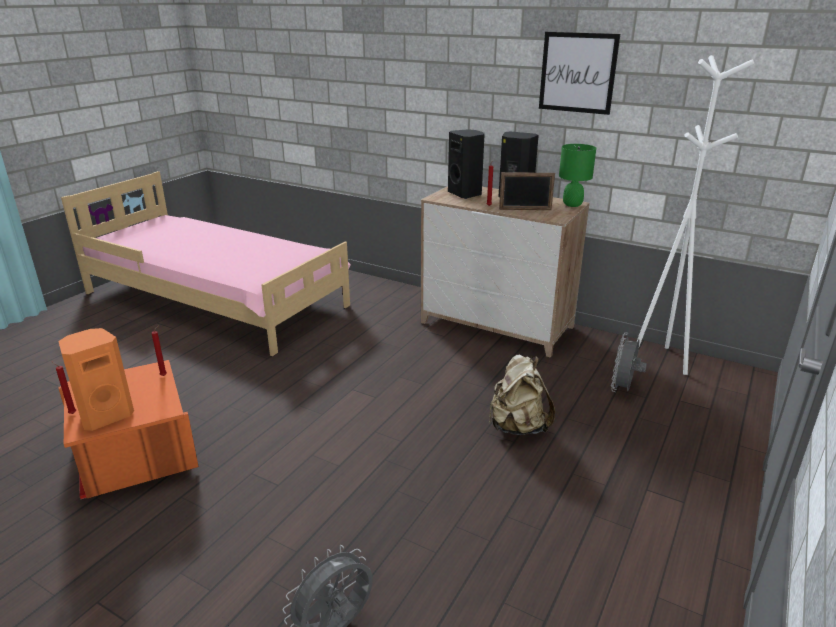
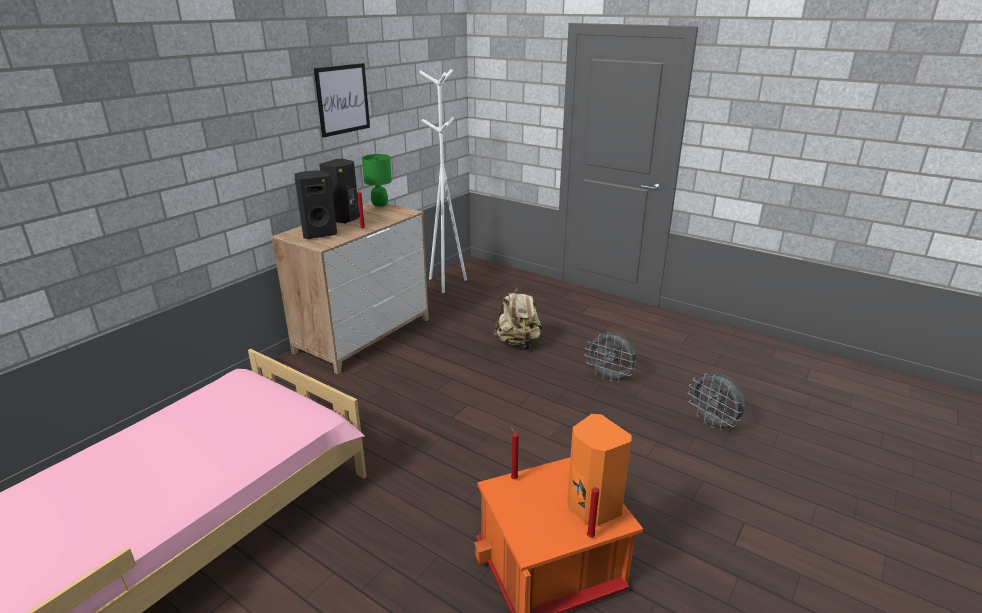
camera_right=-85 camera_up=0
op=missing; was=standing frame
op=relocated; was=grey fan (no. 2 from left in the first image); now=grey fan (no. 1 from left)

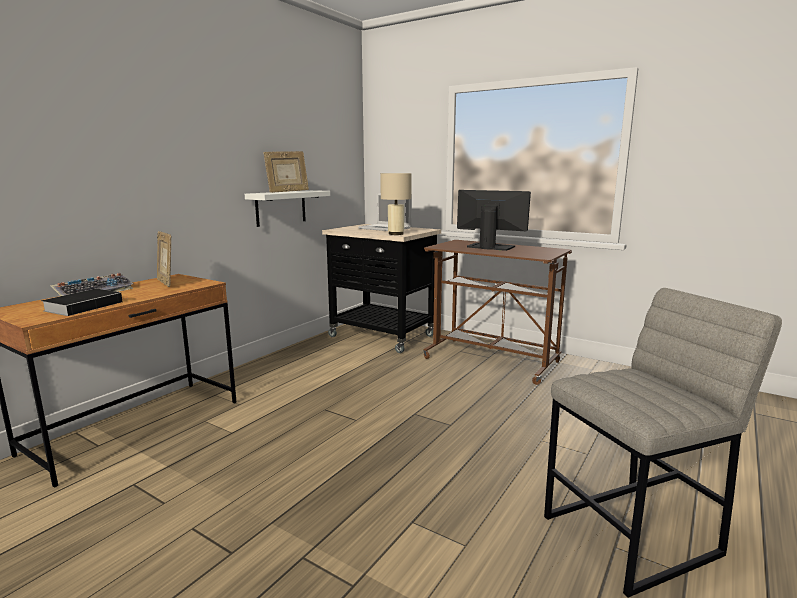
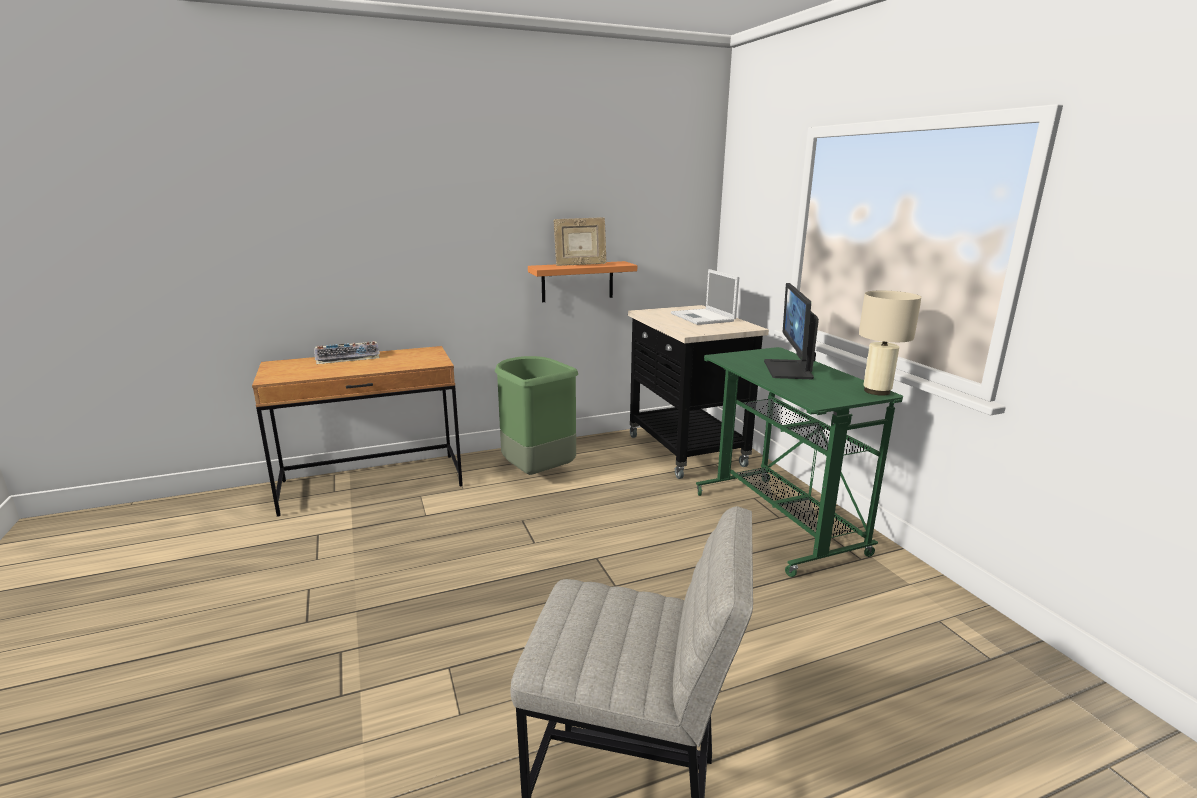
camera_right=35 camera_up=5
op=missing; was=volume
op=missing; was=standing frame (no. 1 from left)
op=colour; was=white-coloured shelf; now=orange-coloured shelf
op=relocated; was=beige table lamp
op=colour; was=brown-coloured desk table (no. 2 from left); now=green-coloured desk table
op=spun; was=monitor; clockwise=-150
op=appeared; now=green-coloured trash can

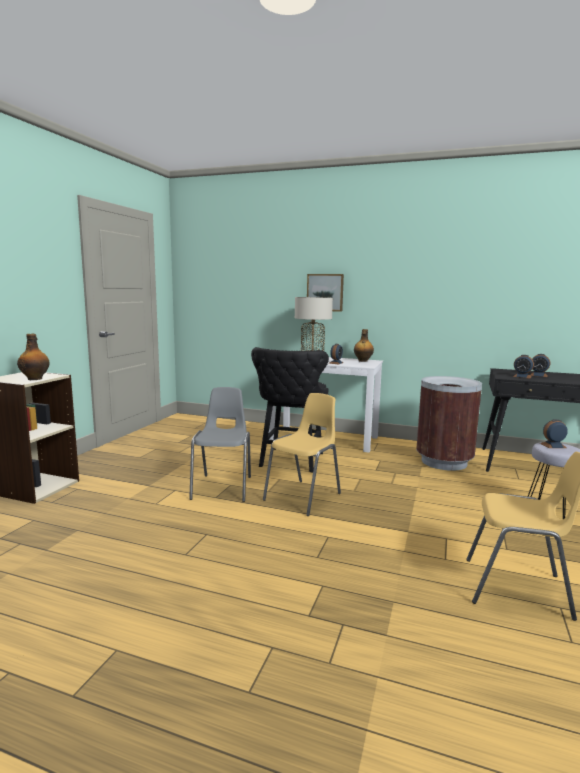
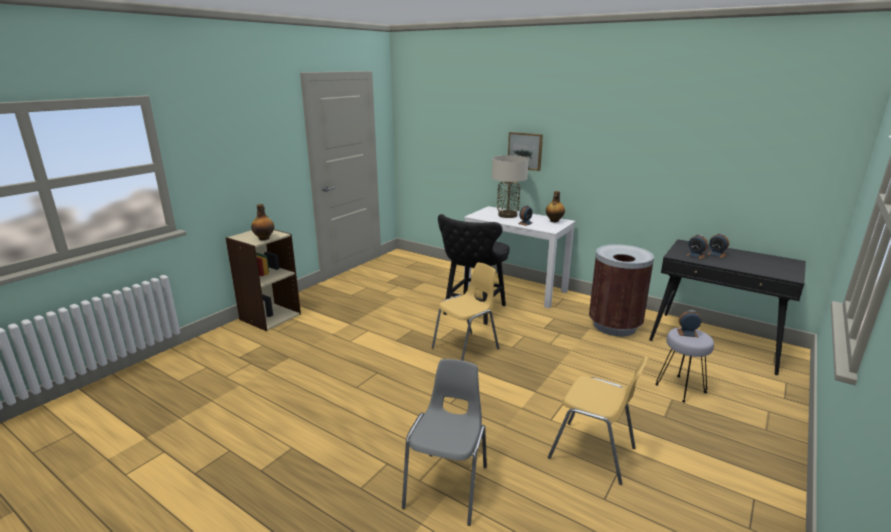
camera_right=15 camera_up=10
op=relocated; was=grey chair

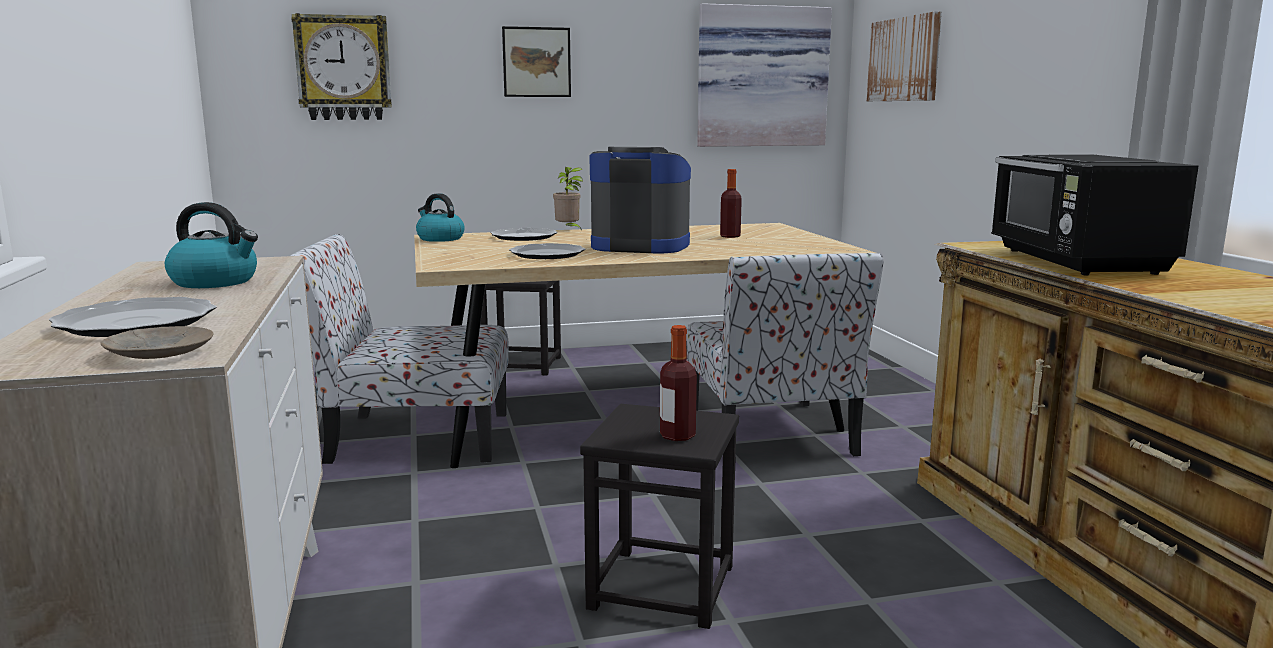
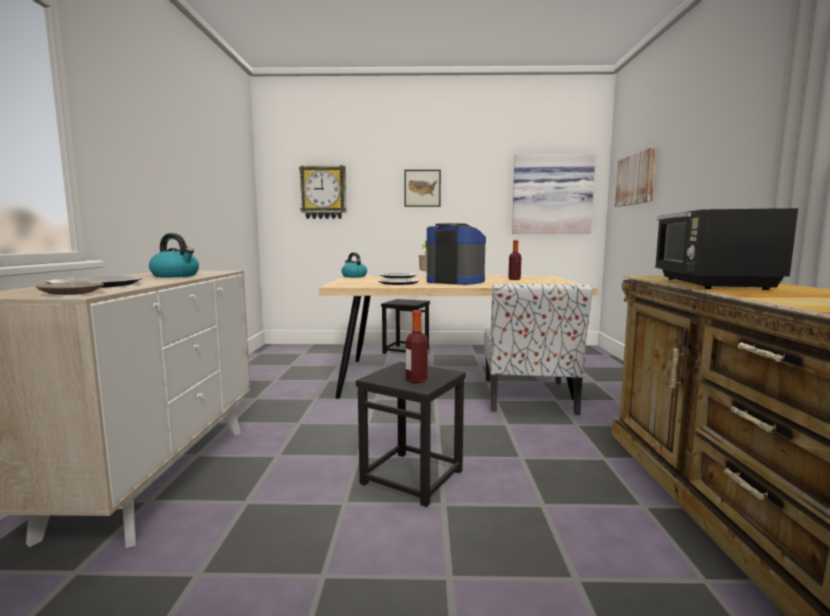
camera_right=15 camera_up=-5
op=missing; was=chair (no. 1 from left)

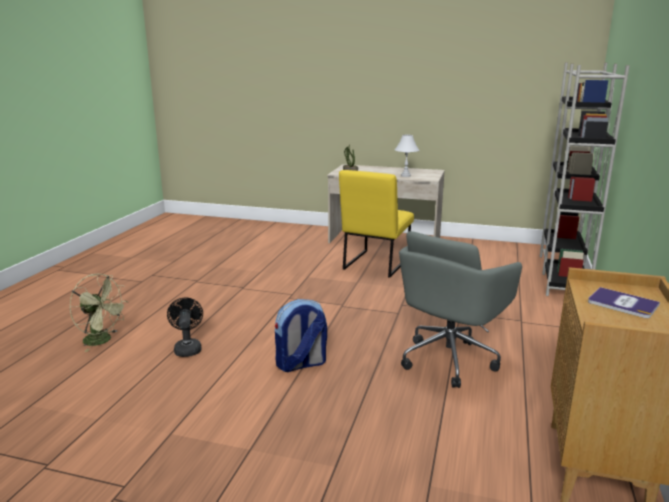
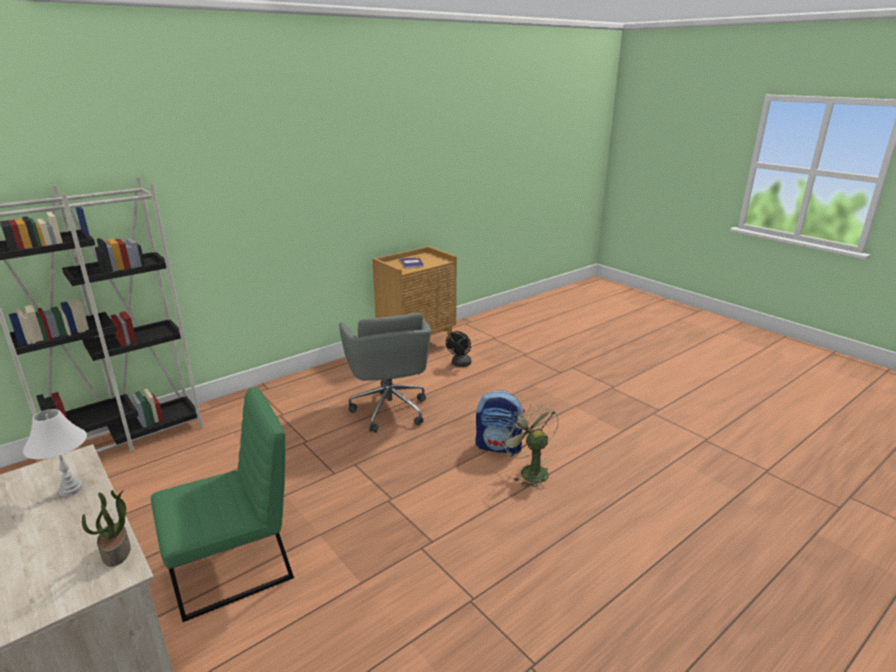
camera_right=-145 camera_up=5
op=relocated; was=green-coloured fan
op=relocated; was=black-coloured fan
op=colour; was=yellow-coloured chair; now=green-coloured chair
op=spun; was=grey desk chair; clockwise=90

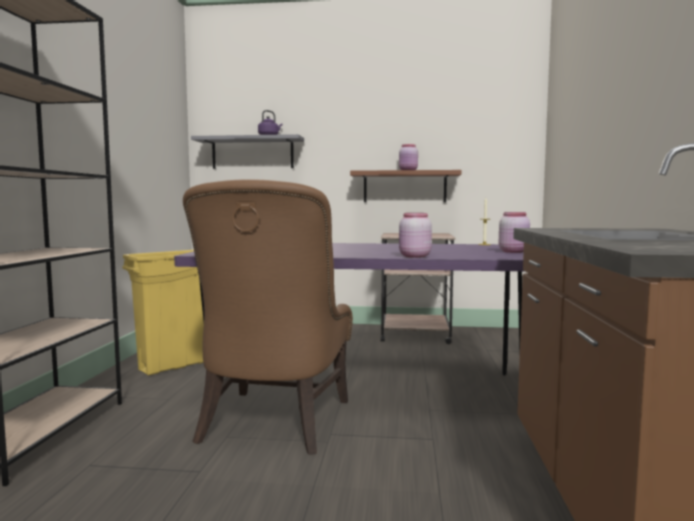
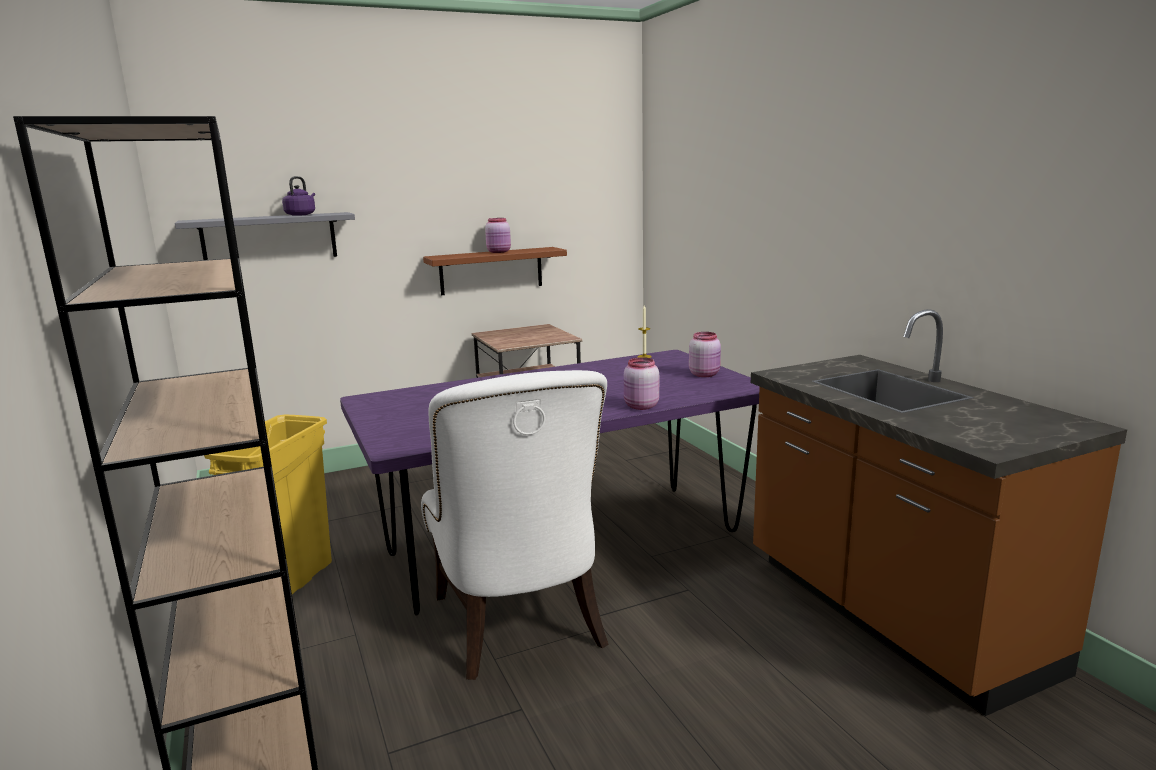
camera_right=-30 camera_up=10
op=colour; was=brown-coloured chair; now=white-coloured chair

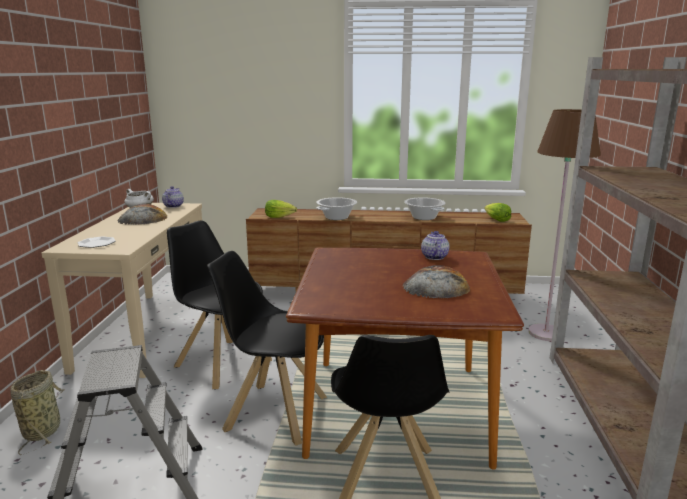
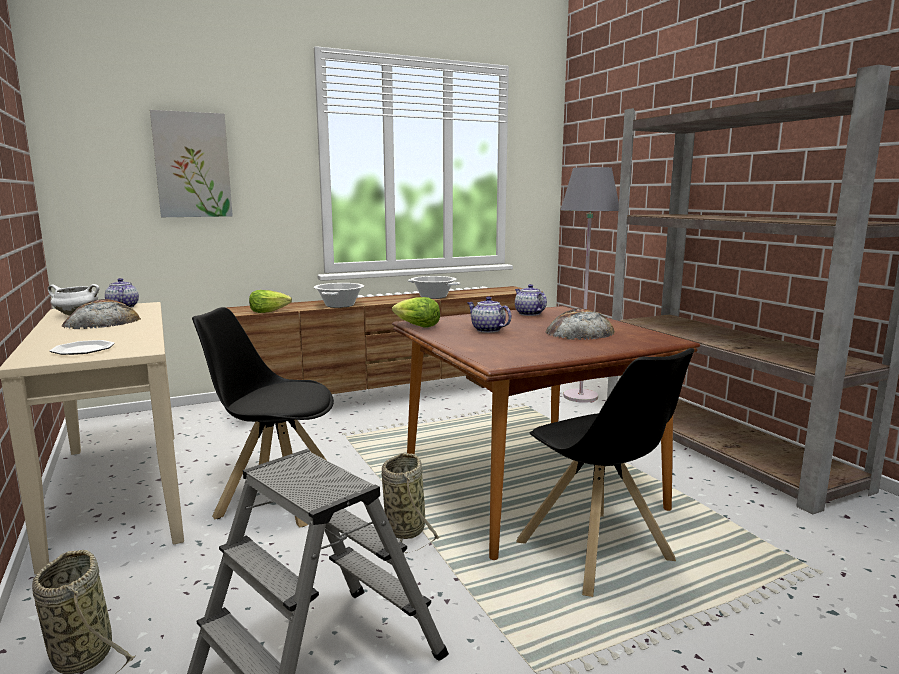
camera_right=-30 camera_up=-5
op=exchanged; was=black-coloured chair (no. 2 from left); now=storage basket (no. 2 from left)
op=relocated; was=head of lettuce (no. 2 from left)
op=colour; was=brown-coloured floor lamp; now=grey floor lamp
op=appeared; now=wall picture
op=appeared; now=tea pot (no. 2 from left)

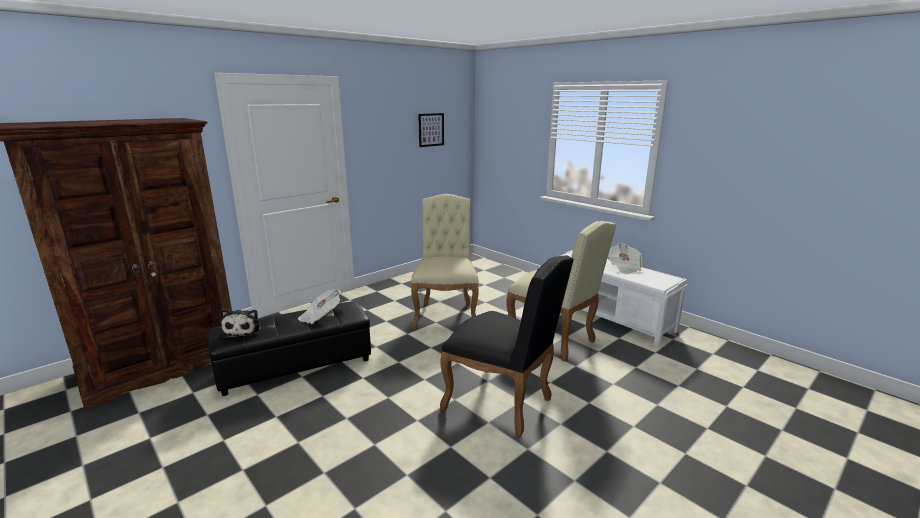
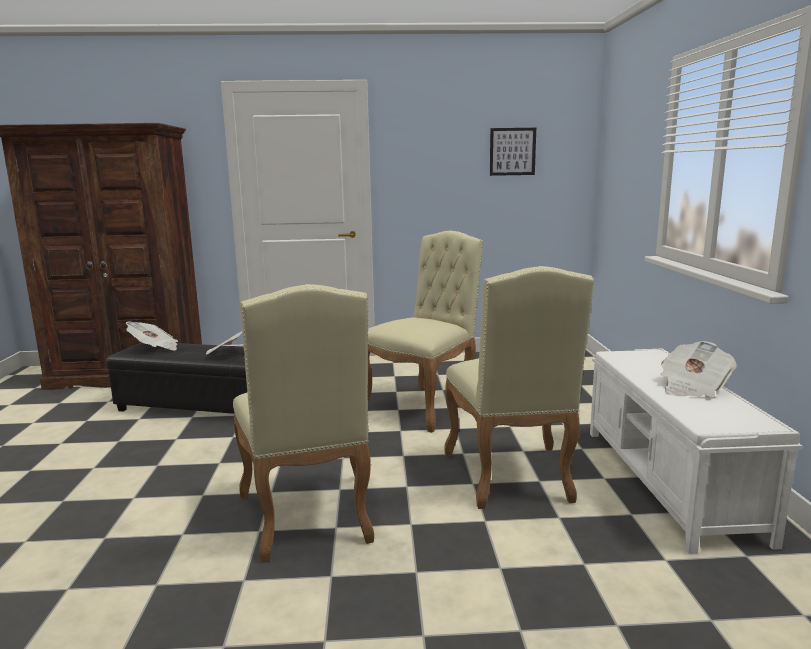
camera_right=40 camera_up=-5
op=exchanged; was=soft toy; now=newspaper (no. 1 from left)
op=colour; was=black-coloured chair; now=beige chair (no. 1 from left)

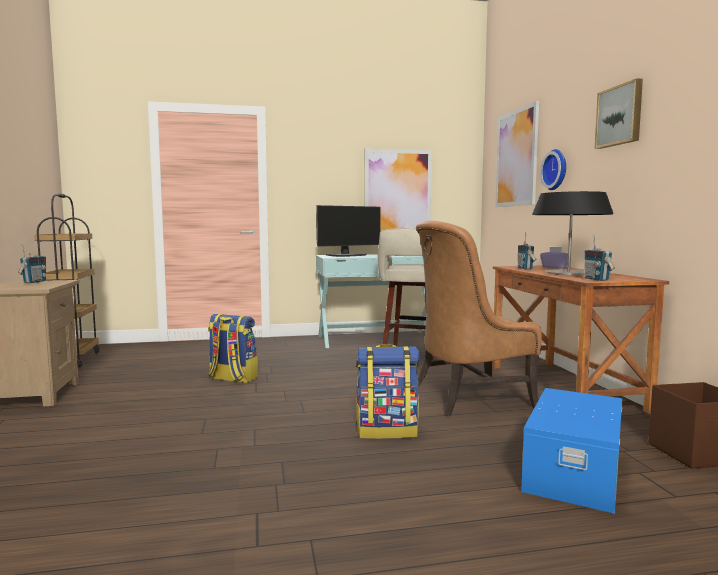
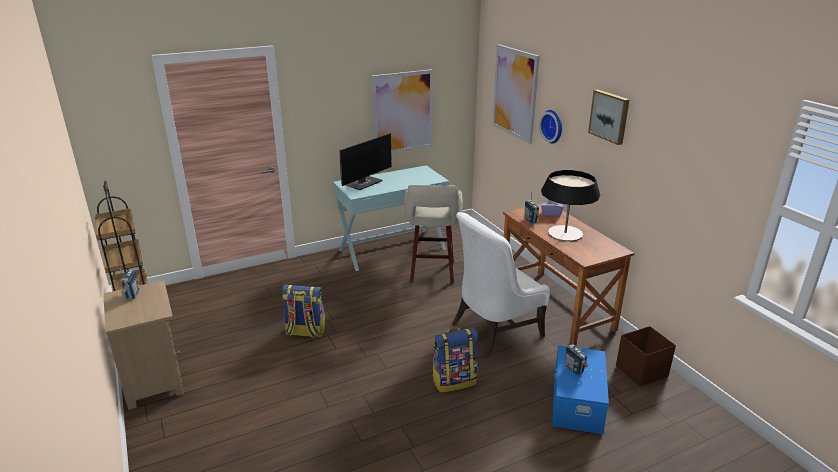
camera_right=-15 camera_up=20
op=colour; was=brown-coloured chair; now=white-coloured chair
op=relocated; was=radio (no. 3 from left)

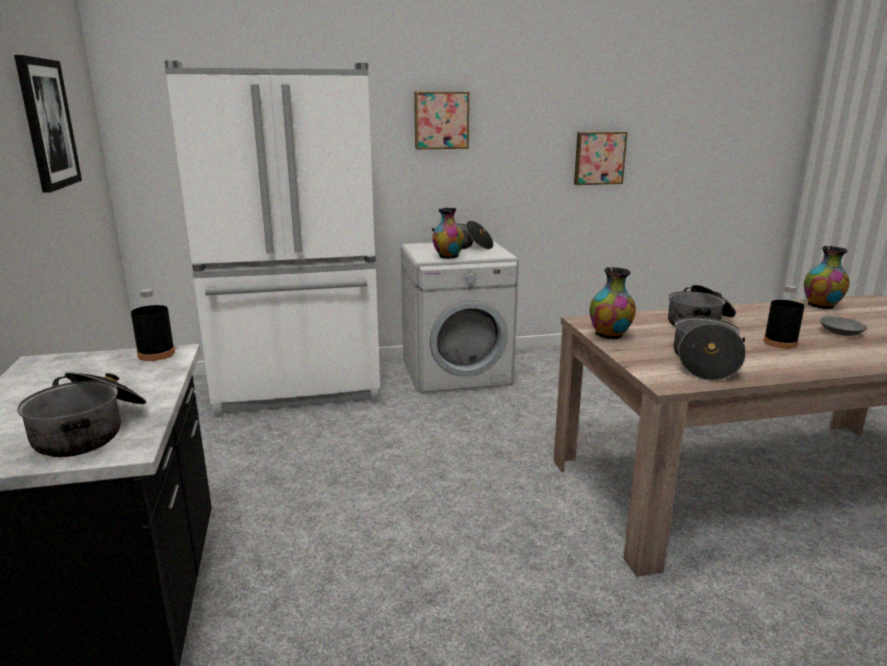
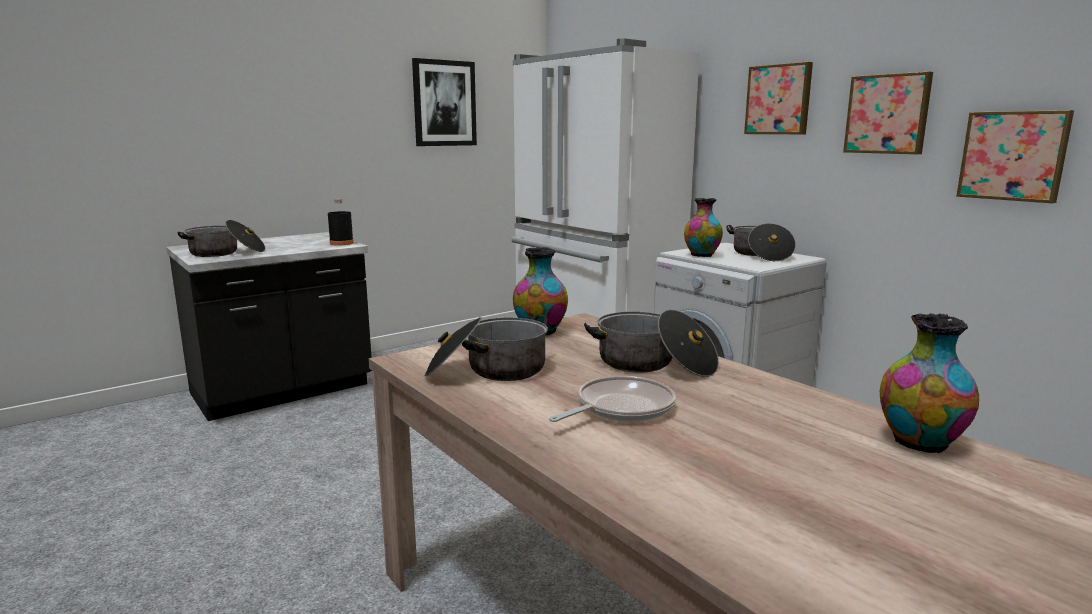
camera_right=65 camera_up=-5
op=exchanged; was=black-coloured drink bottle (no. 2 from left); now=pan
op=missing; was=grey bowl
op=appeared; now=wall picture (no. 3 from left)

